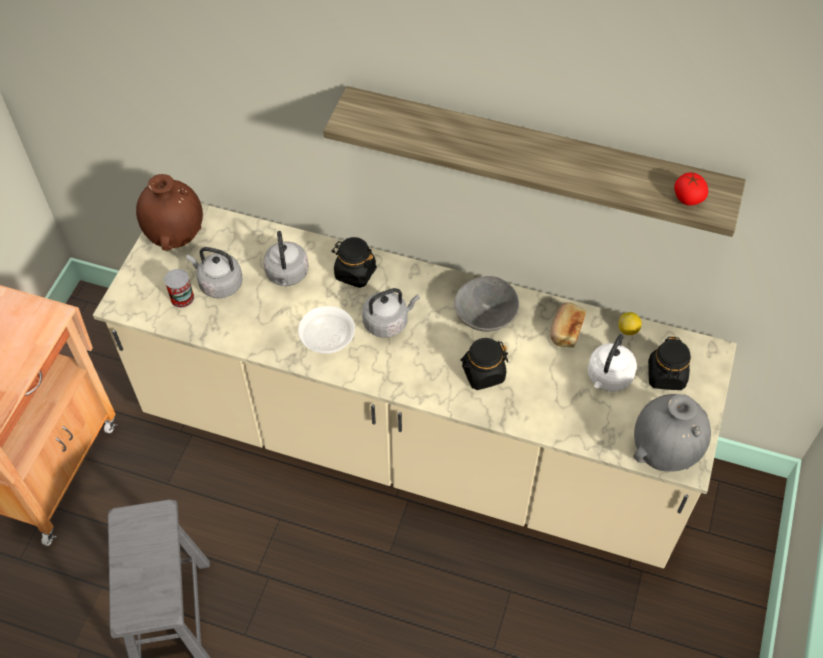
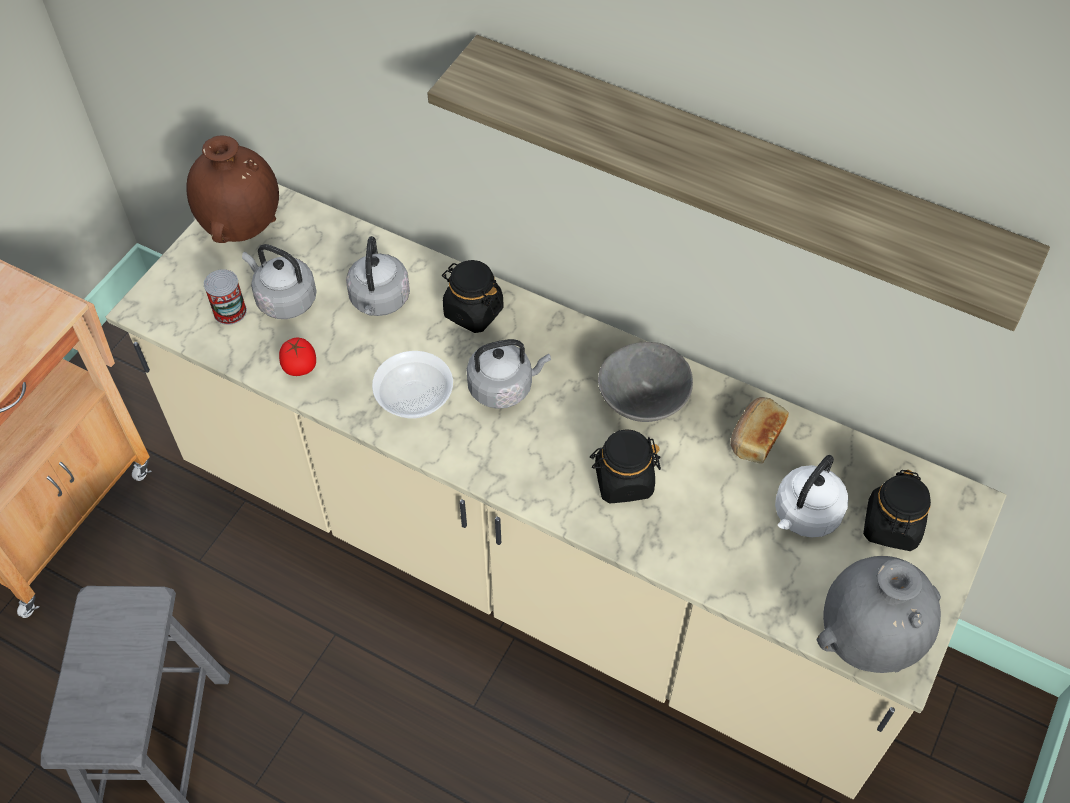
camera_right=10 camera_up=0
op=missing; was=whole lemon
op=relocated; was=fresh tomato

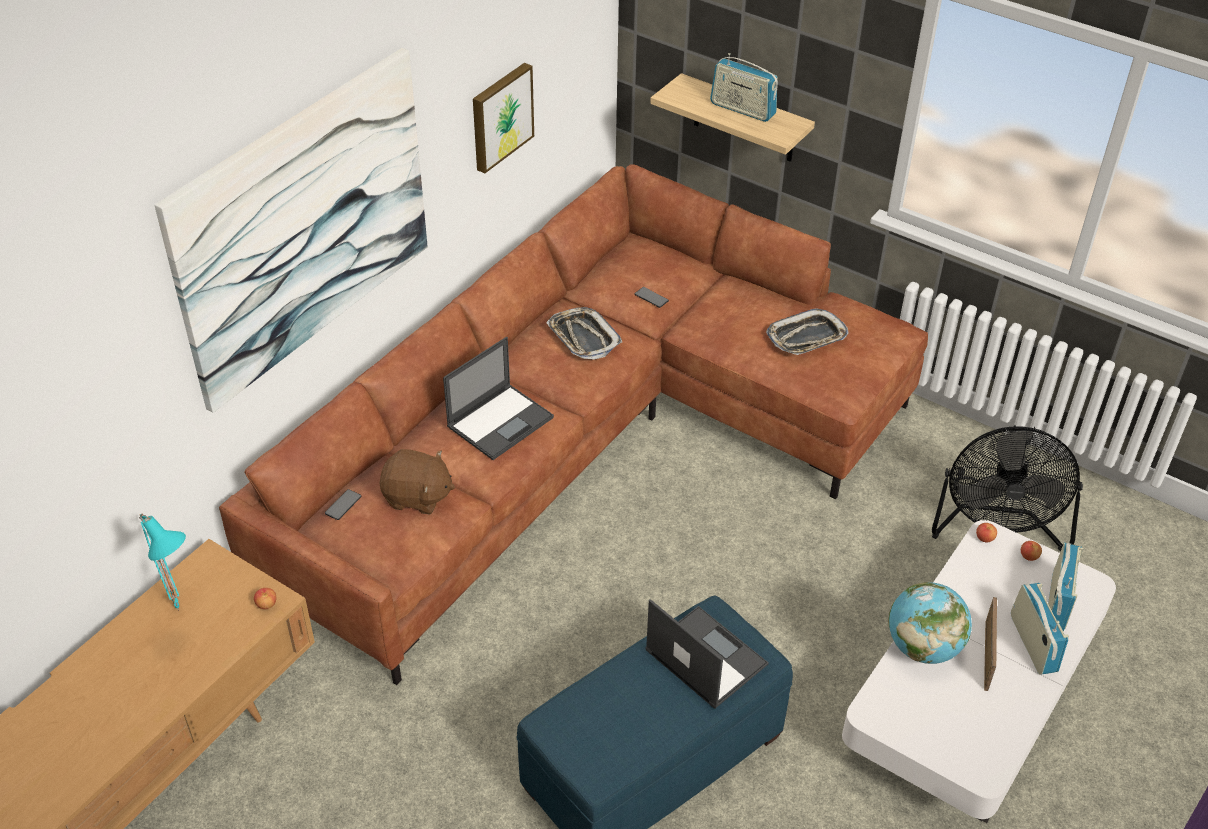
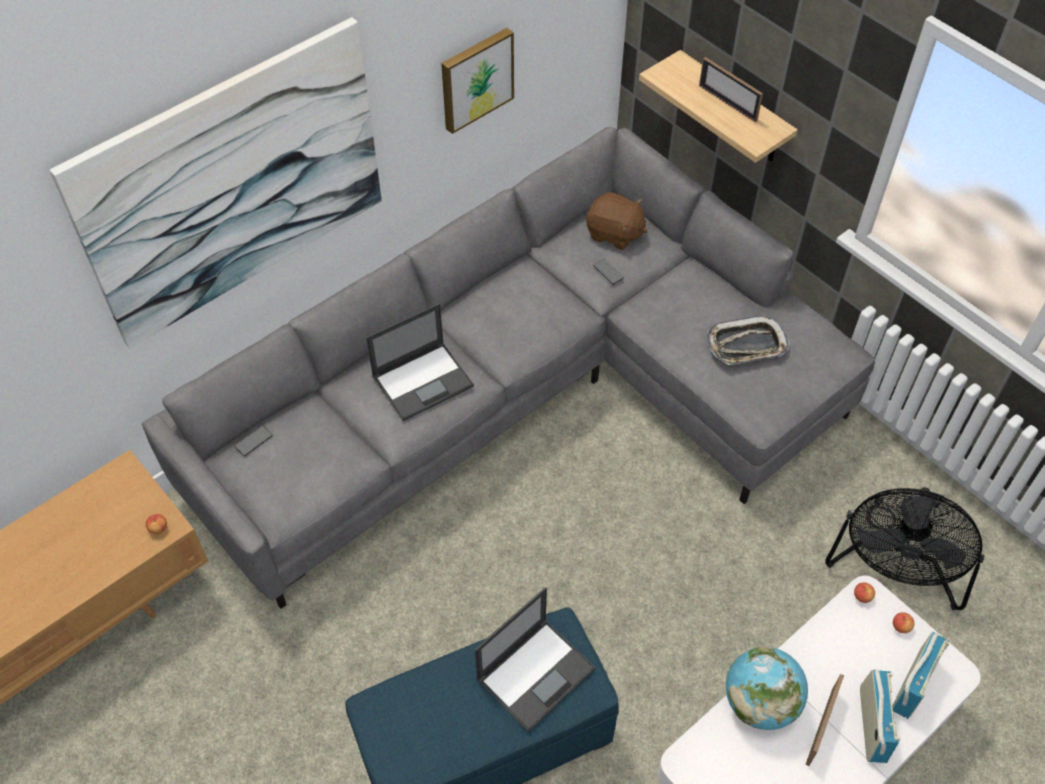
camera_right=15 camera_up=10
op=missing; was=blue-green table lamp
op=colour; was=brown-coloured couch; now=grey couch
op=relocated; was=brown-coloured soft toy
op=missing; was=tray (no. 1 from left)
op=spun; was=laptop (no. 2 from left); clockwise=75
op=exchanged; was=radio (no. 1 from left); now=standing frame (no. 1 from left)

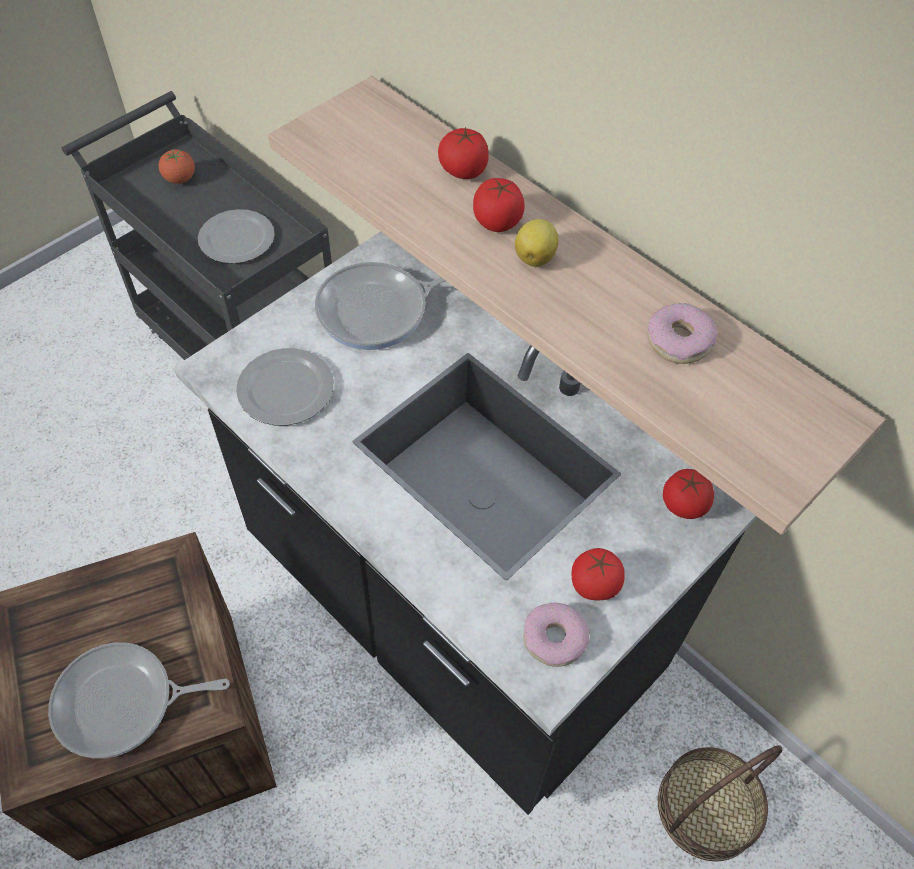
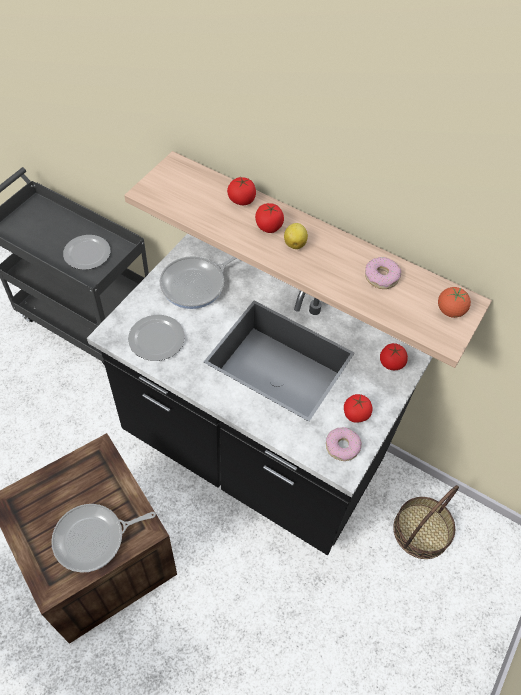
camera_right=-15 camera_up=0
op=relocated; was=fresh tomato (no. 1 from left in the first image); now=fresh tomato (no. 5 from left)

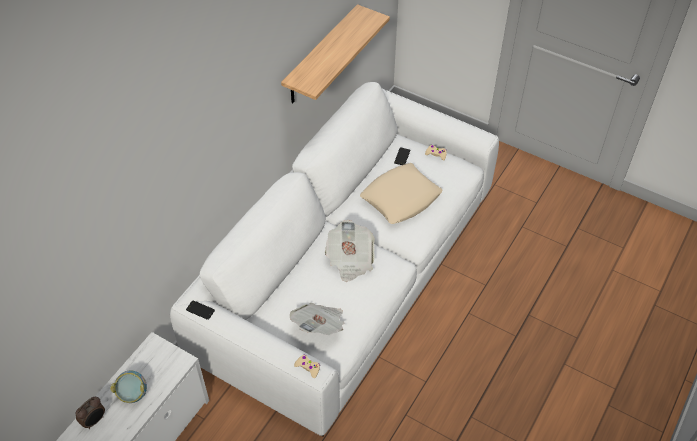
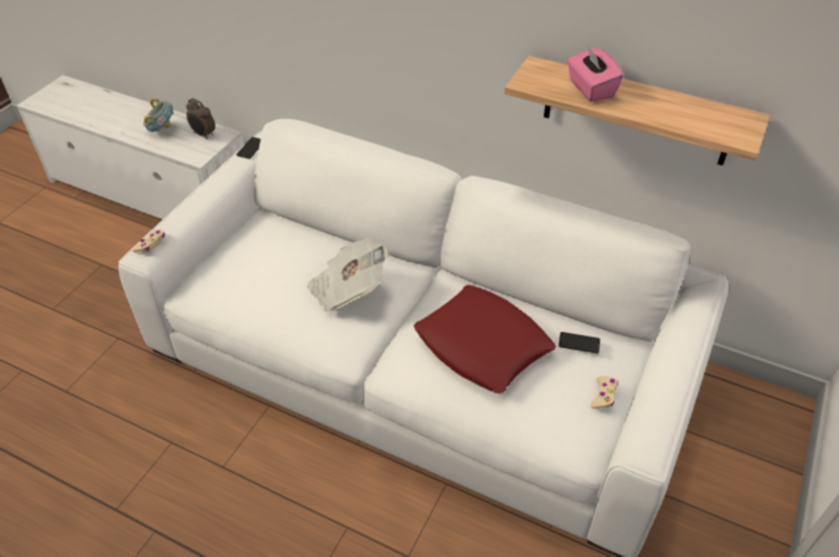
camera_right=85 camera_up=-5
op=relocated; was=bedside clock
op=missing; was=newspaper (no. 1 from left)
op=colour; was=beige pillow; now=red pillow
op=appeared; now=pink-coloured tissue box

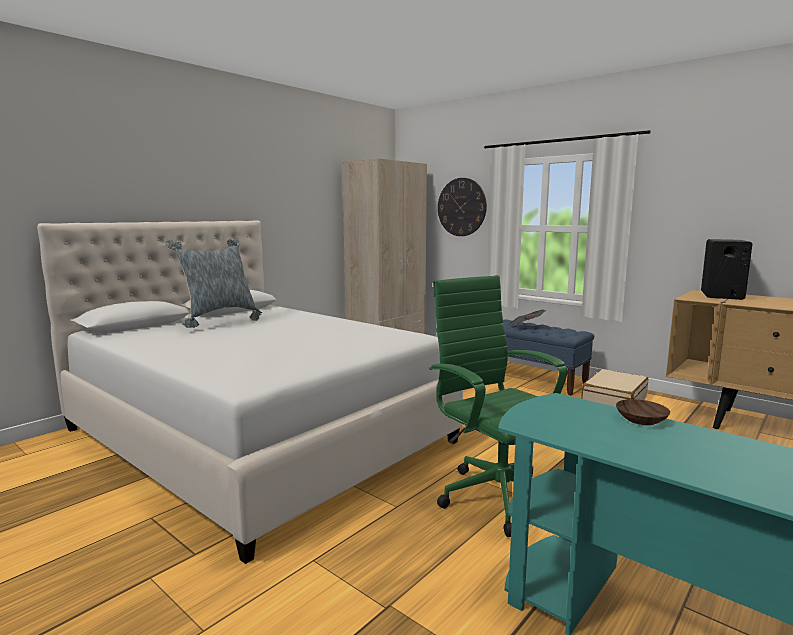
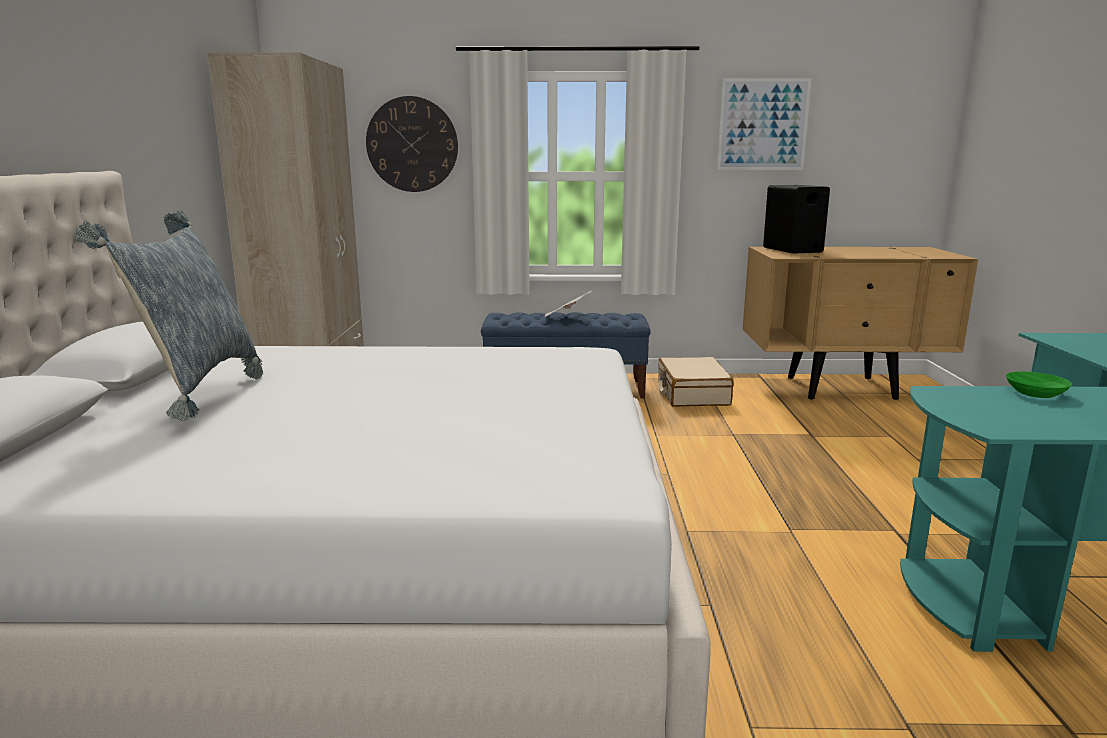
camera_right=-40 camera_up=5
op=missing; was=green-coloured desk chair
op=colour; was=brown-coloured bowl; now=green-coloured bowl
op=appeared; now=wall picture

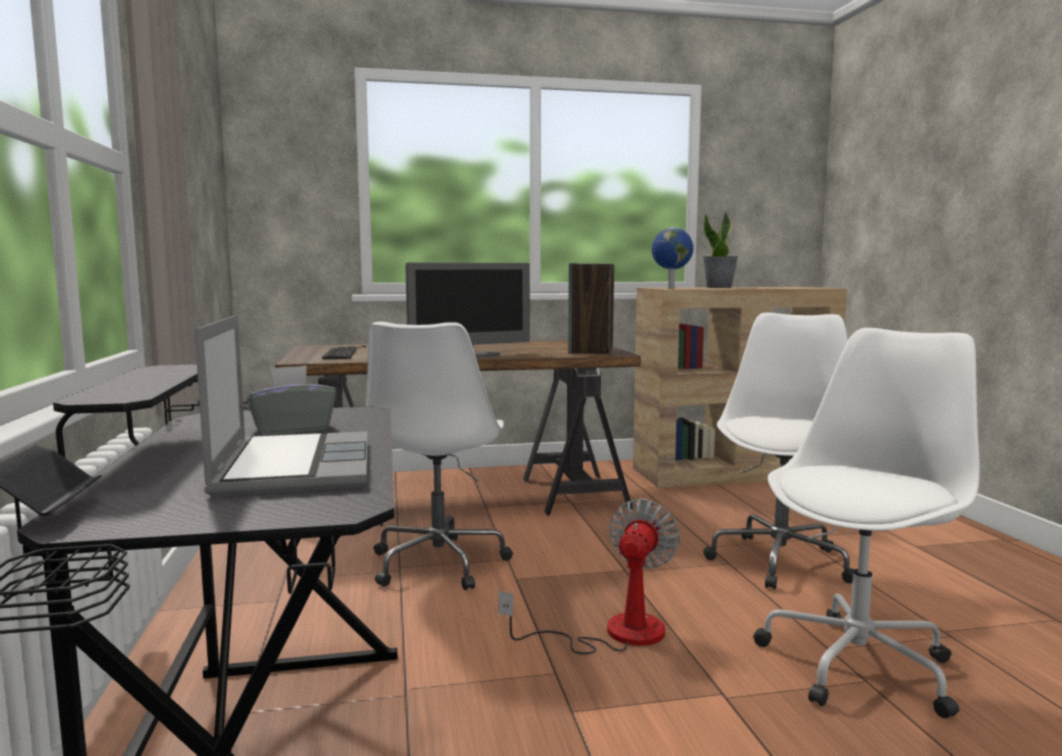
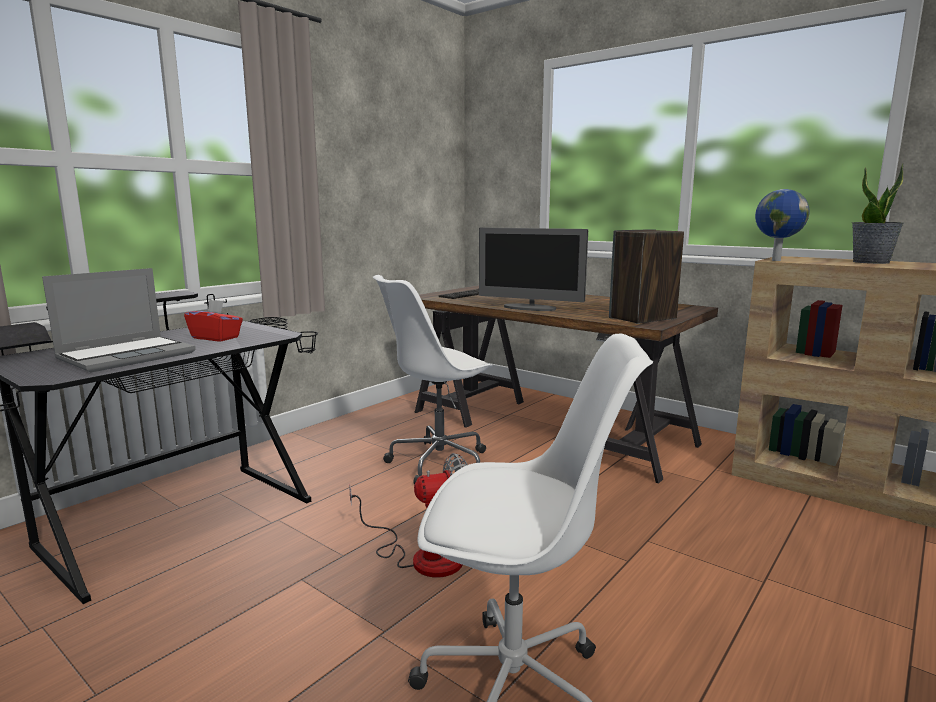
camera_right=50 camera_up=5
op=colour; was=grey tissue box; now=red tissue box
op=missing; was=white-coloured desk chair (no. 2 from left)

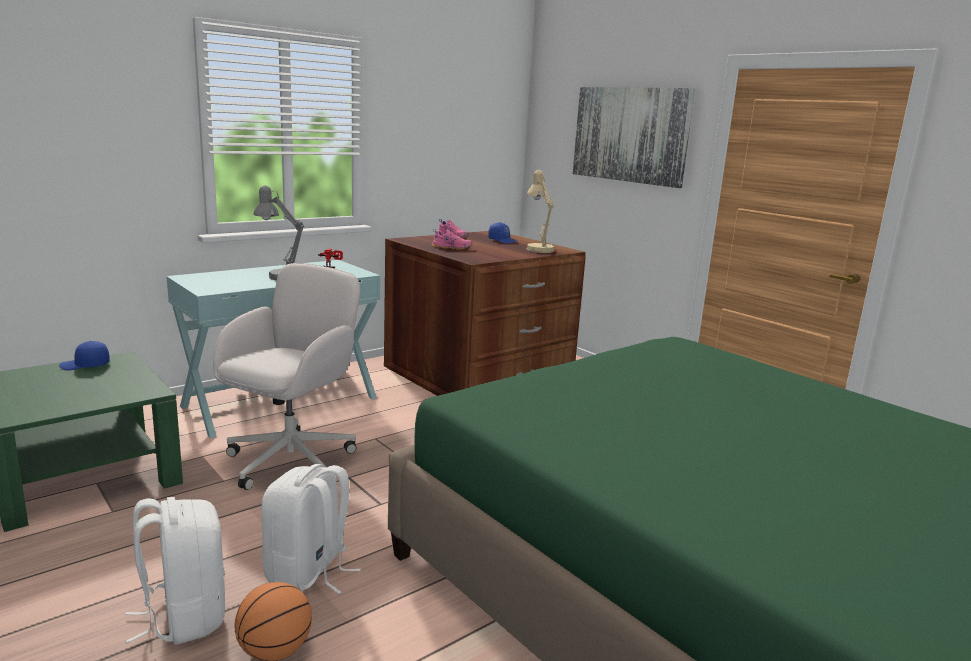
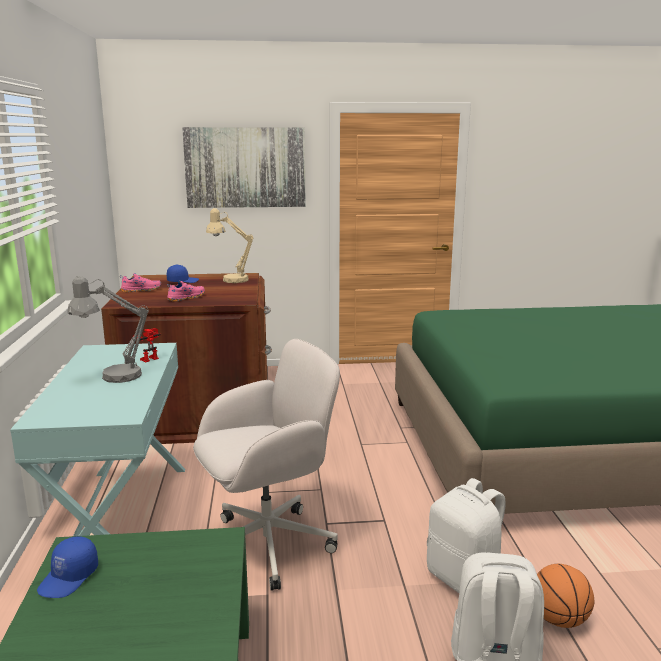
camera_right=-55 camera_up=0
op=spun; was=white-coloured desk chair; clockwise=90

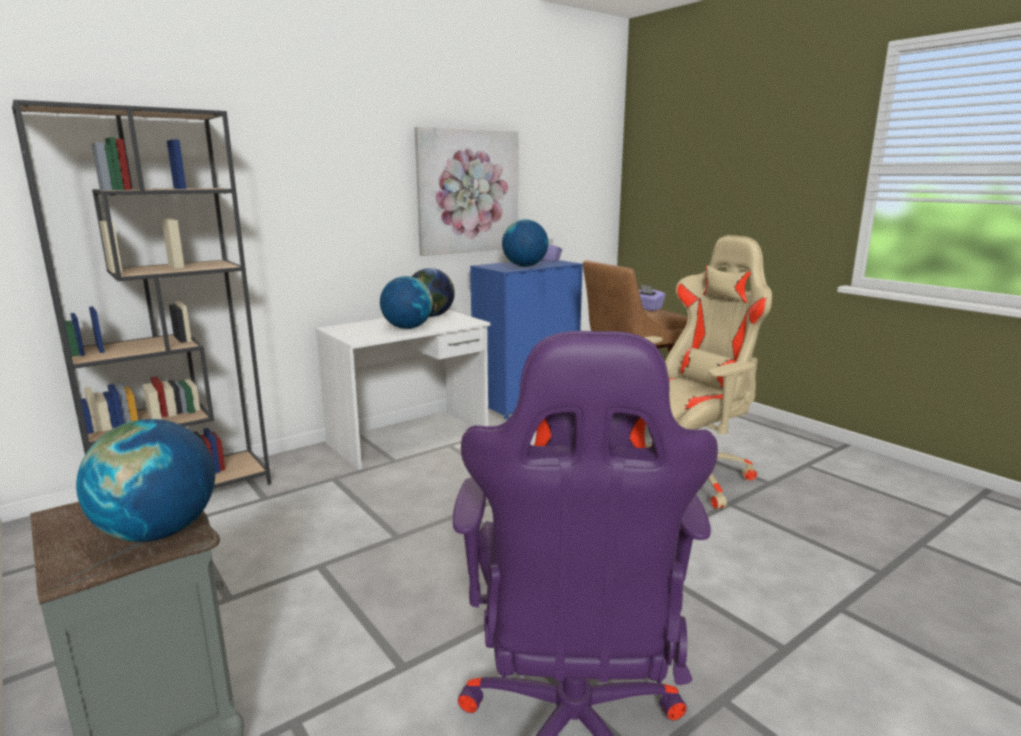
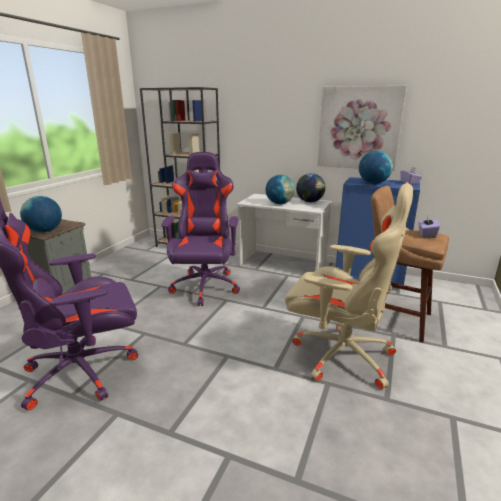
camera_right=60 camera_up=5
op=appeared; now=purple desk chair (no. 2 from left)

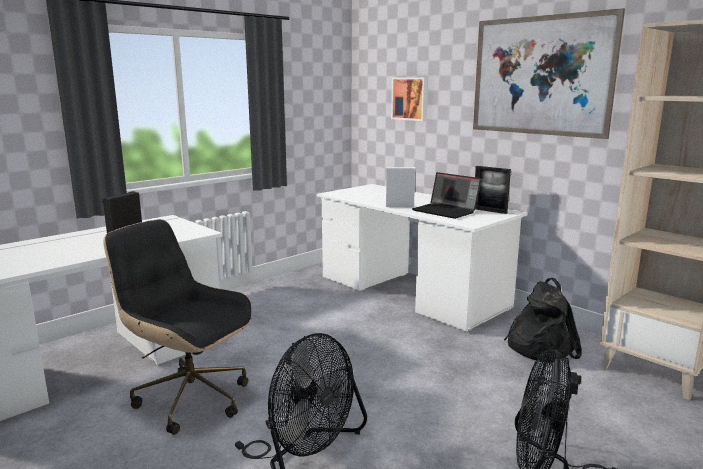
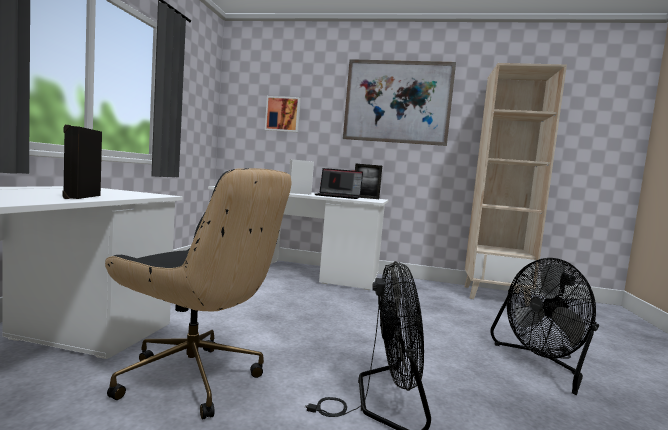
camera_right=-35 camera_up=-10
op=spun; was=black-coloured desk chair; clockwise=-150
op=missing; was=black-coloured knapsack

